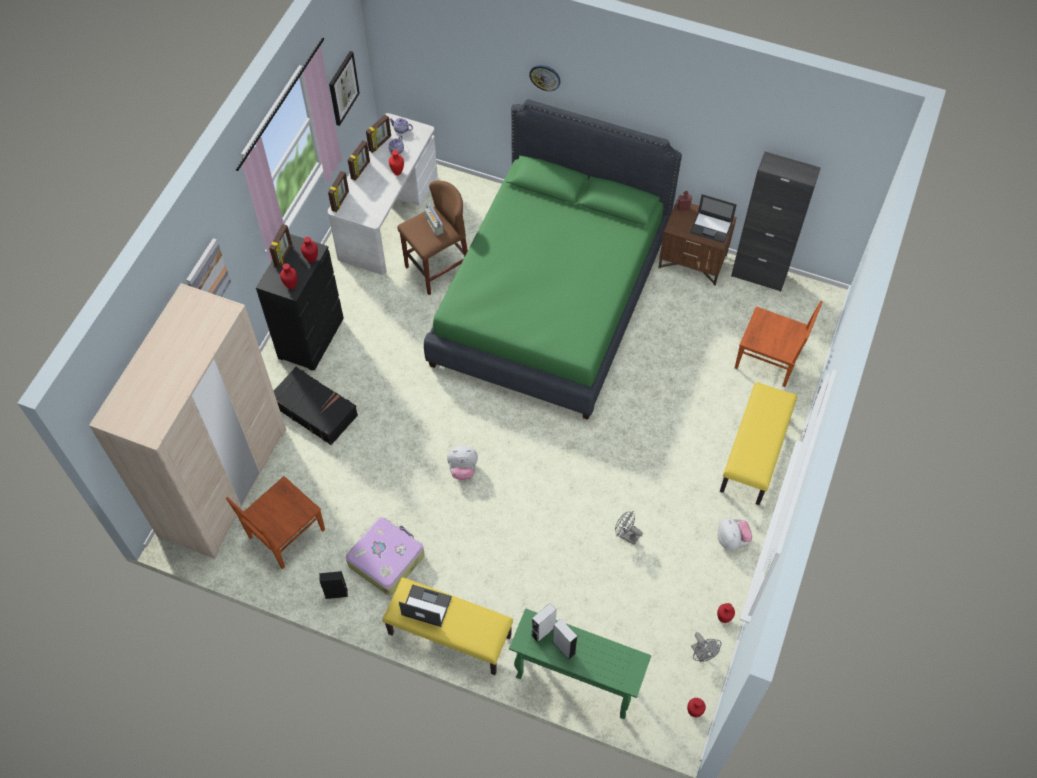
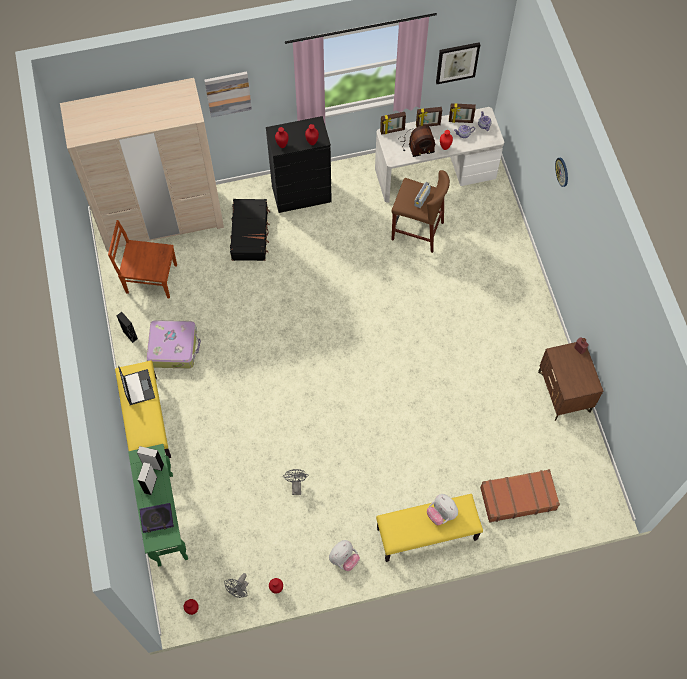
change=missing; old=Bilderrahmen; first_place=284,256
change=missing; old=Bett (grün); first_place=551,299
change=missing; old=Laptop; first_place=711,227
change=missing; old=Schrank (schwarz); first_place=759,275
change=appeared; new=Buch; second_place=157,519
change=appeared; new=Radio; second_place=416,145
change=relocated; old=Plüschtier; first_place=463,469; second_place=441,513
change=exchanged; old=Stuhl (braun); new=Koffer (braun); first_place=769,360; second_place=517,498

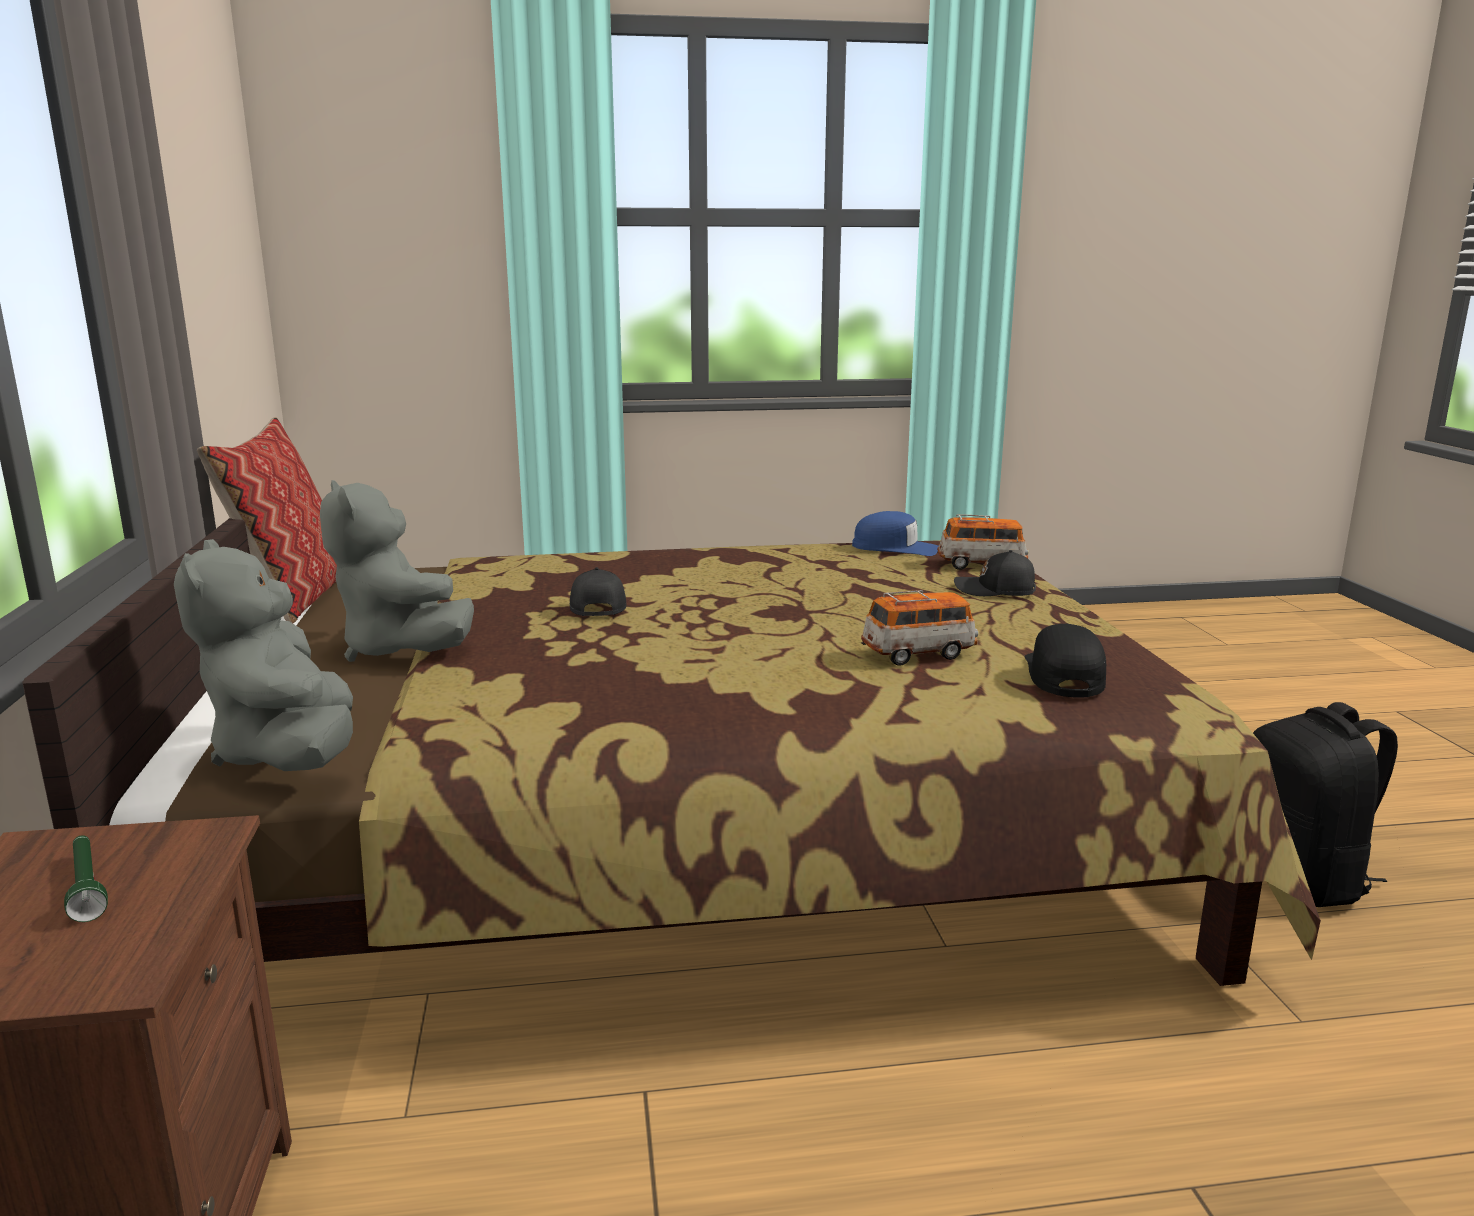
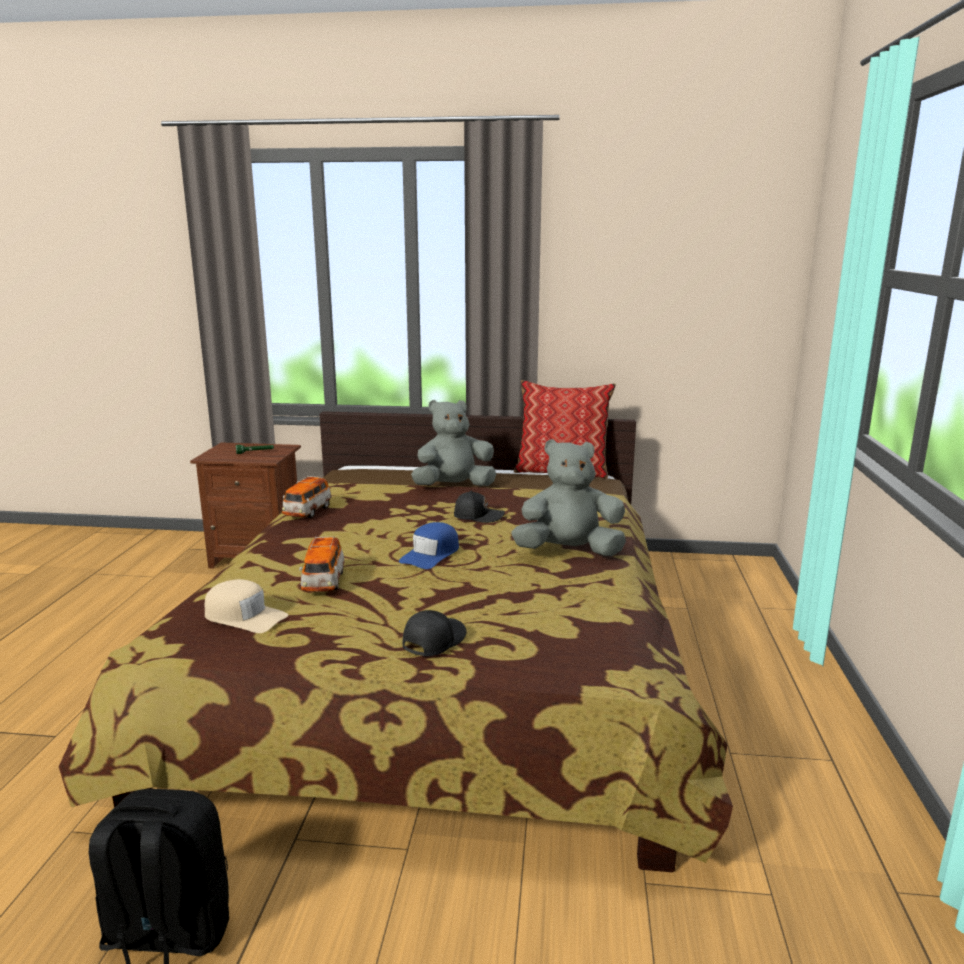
change=relocated; old=Plüschtier (grau); first_place=289,755; second_place=569,552
change=relocated; old=Kappe (blau); first_place=895,548; second_place=431,554
change=relocated; old=Spielzeugauto; first_place=981,565; second_place=307,512
change=colour; old=Kappe (schwarz); new=Kappe (beige); first_place=1063,675; second_place=244,617

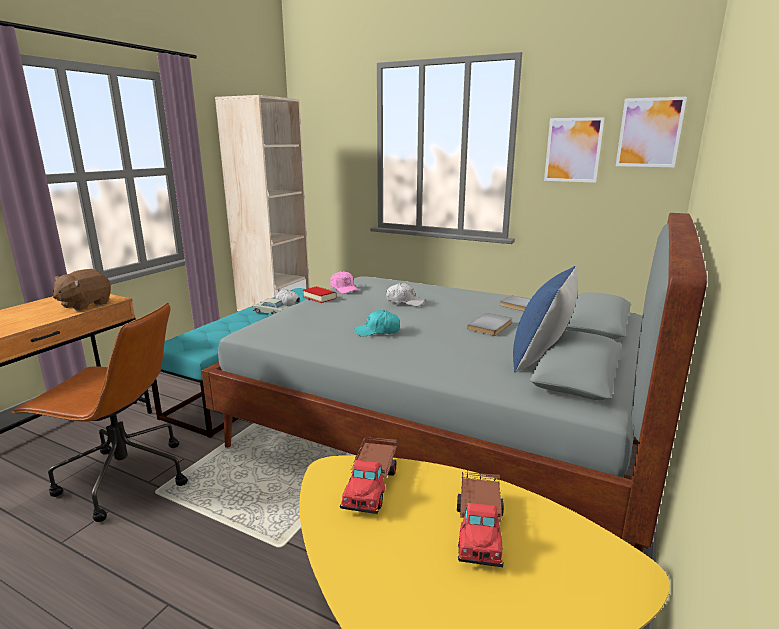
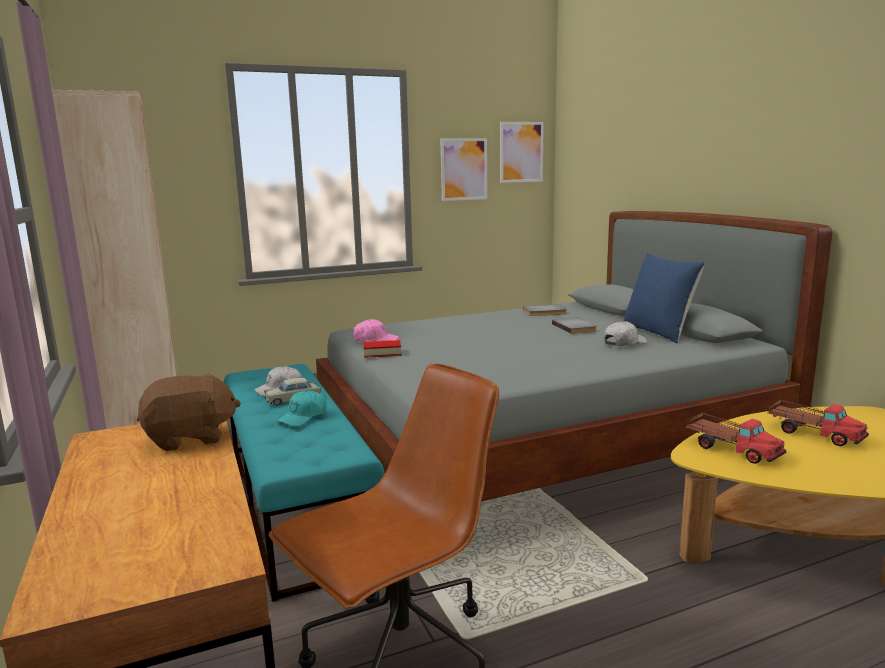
change=relocated; old=Kappe (türkis); first_place=377,331; second_place=303,417
change=relocated; old=Kappe (weiß); first_place=405,302; second_place=624,343
change=spun; old=Plüschtier (braun); first_place=85,305; second_place=190,438; degrees=-90

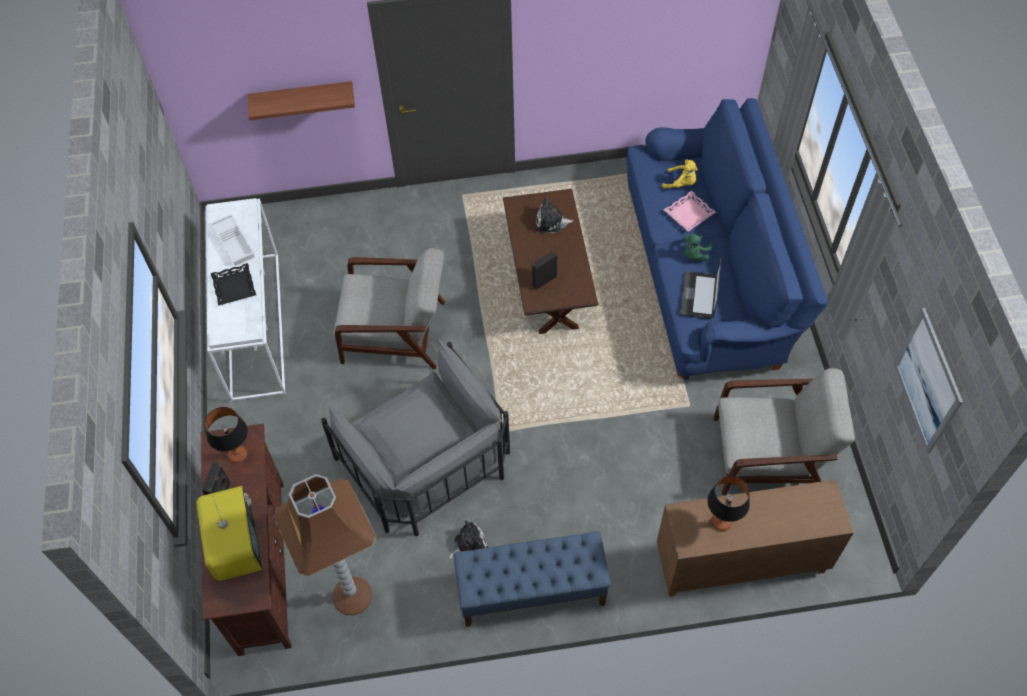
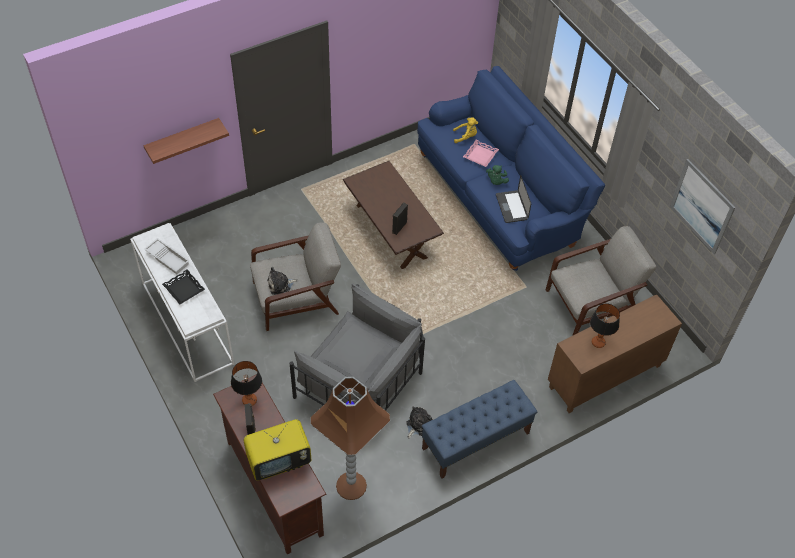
change=relocated; old=Plüschtier; first_place=551,222; second_place=280,285
change=spun; old=Fernseher; first_place=236,545; second_place=279,460; degrees=105

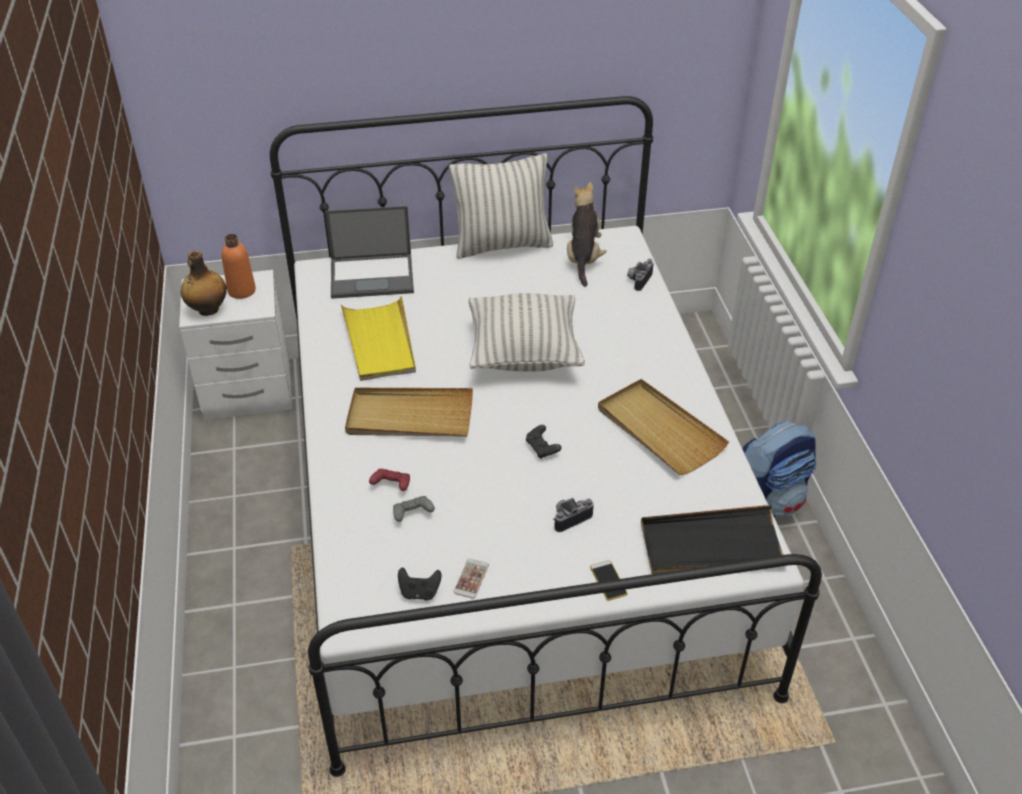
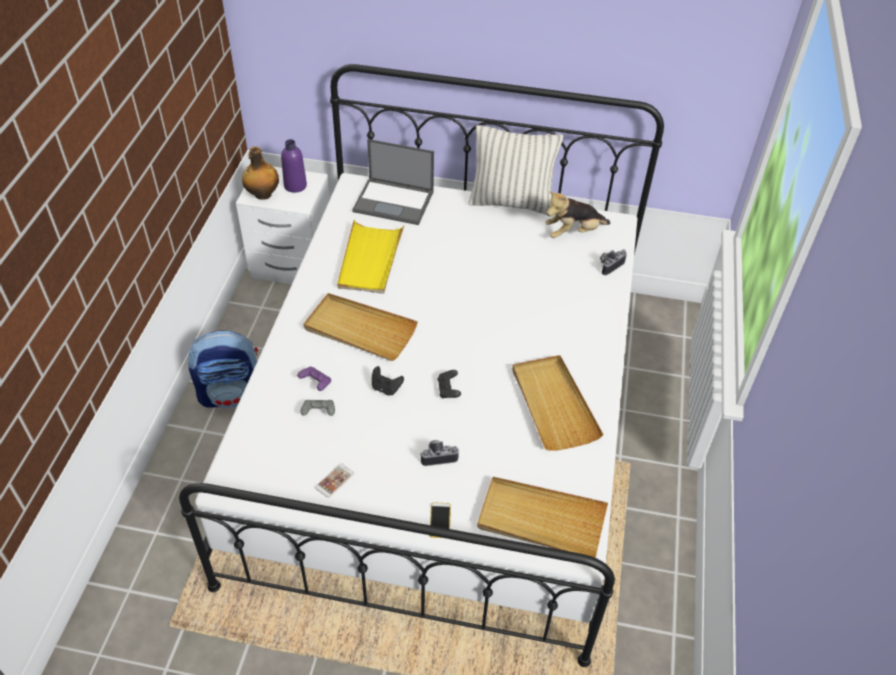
change=missing; old=Kissen; first_place=524,354
change=relocated; old=Gamepad (schwarz); first_place=419,592; second_place=386,388
change=relocated; old=Rucksack; first_place=768,503; second_place=232,395
change=colour; old=Flasche (orange); new=Flasche (lila); first_place=241,290; second_place=295,185
change=colour; old=Gamepad (rot); new=Gamepad (lila); first_place=391,485; second_place=316,383
change=colour; old=Tablett (schwarz); new=Tablett (beige); first_place=711,545; second_place=541,520
change=spun; old=Plüschtier; first_place=583,258; second_place=573,232; degrees=-135

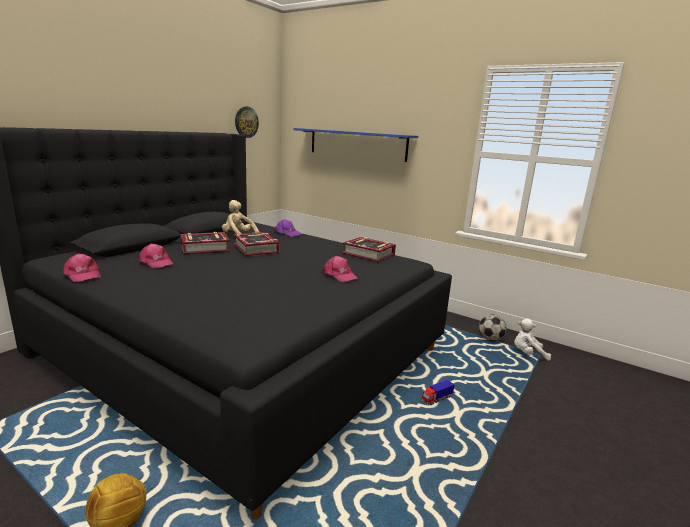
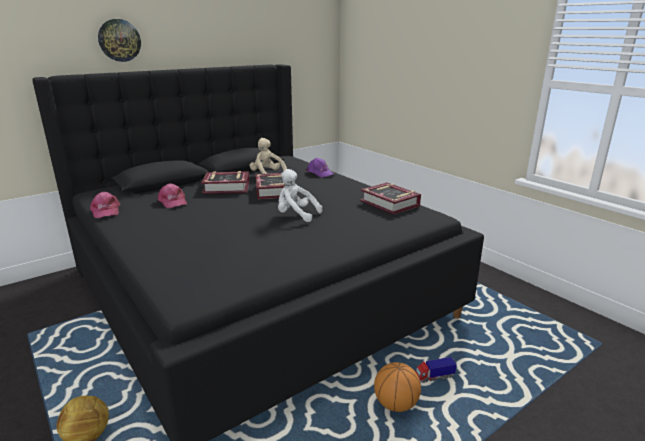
change=missing; old=Wandregal (blau); first_place=357,144
change=missing; old=Kappe (rosa); first_place=339,275
change=missing; old=Fußball; first_place=490,339
change=appeared; new=Basketball; second_place=395,404
change=relocated; old=Wanduhr; first_place=246,122; second_place=119,40
change=relocated; old=Plüschtier (weiß); first_place=527,354; second_place=296,215

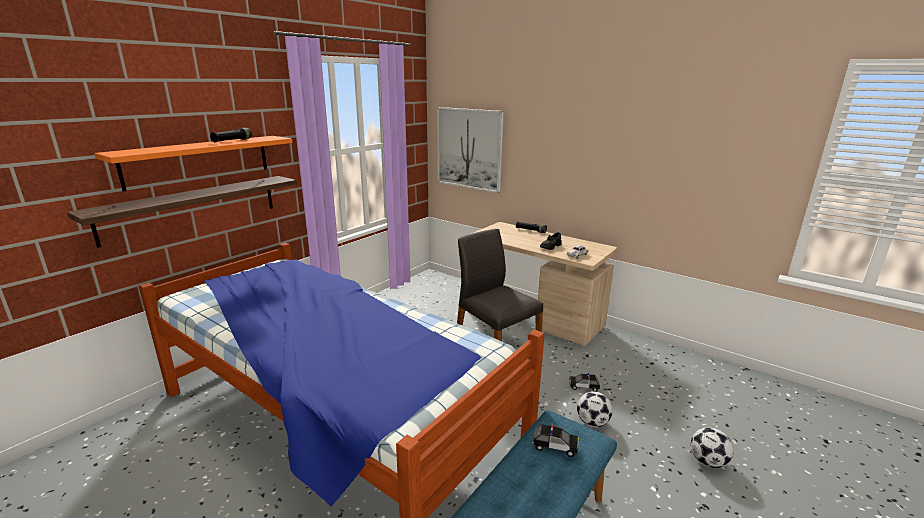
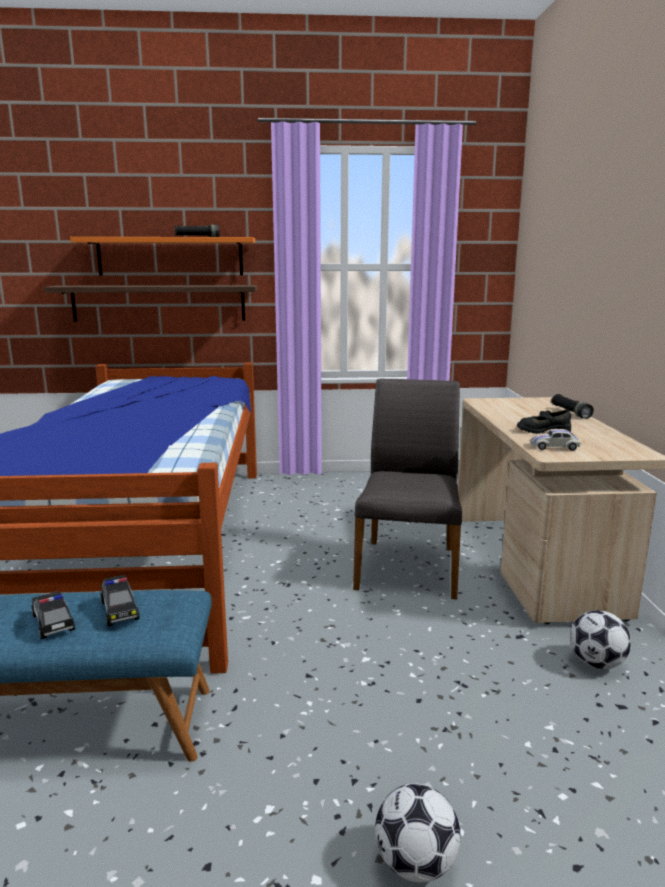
change=missing; old=Bild; first_place=469,149
change=relocated; old=Spielzeugauto; first_place=584,386; second_place=53,623
change=relocated; old=Fußball; first_place=592,422; second_place=596,663

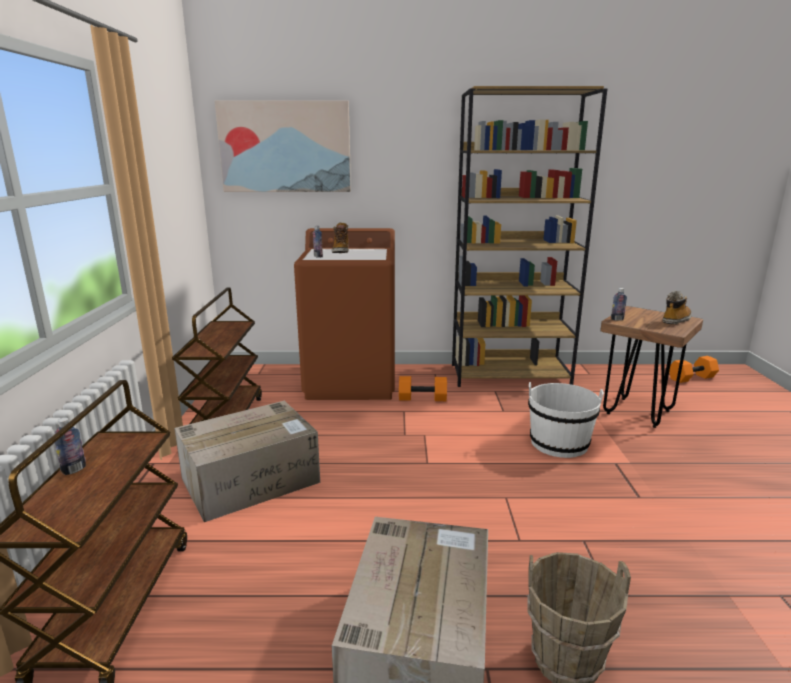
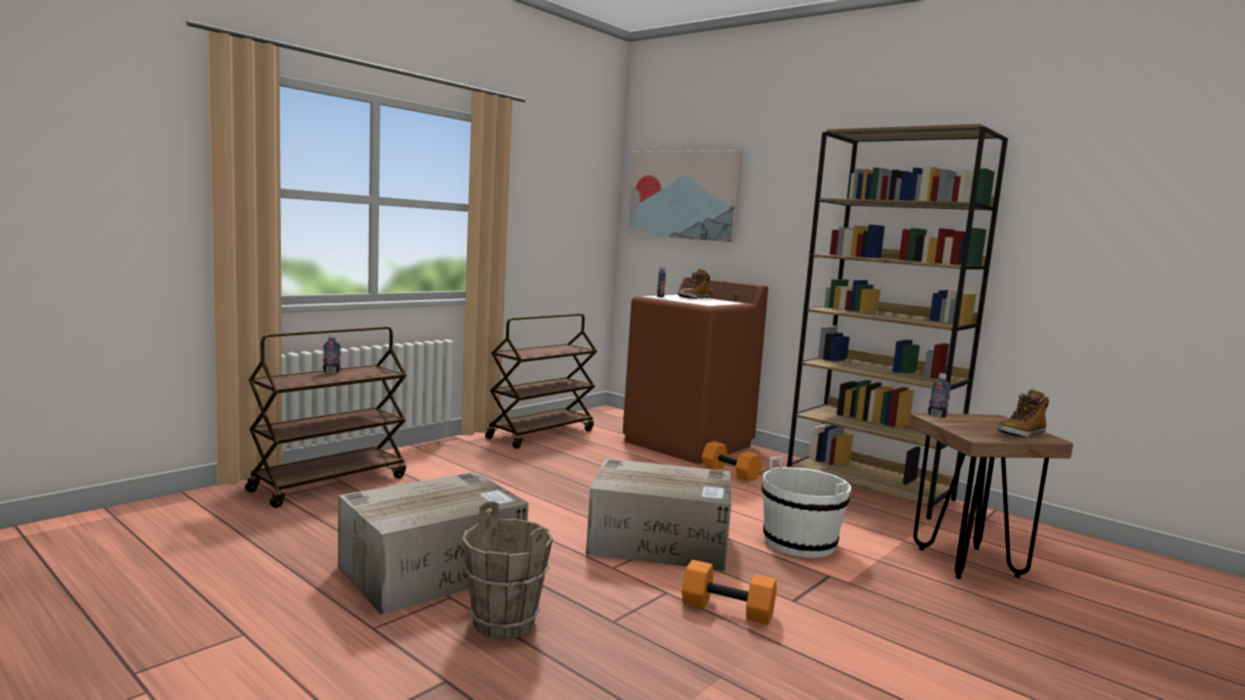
change=relocated; old=Karton; first_place=252,479; second_place=661,542
change=relocated; old=Hantel (orange); first_place=691,377; second_place=728,609
change=spun; old=Stiefel; first_place=676,320; second_place=1021,434; degrees=150

